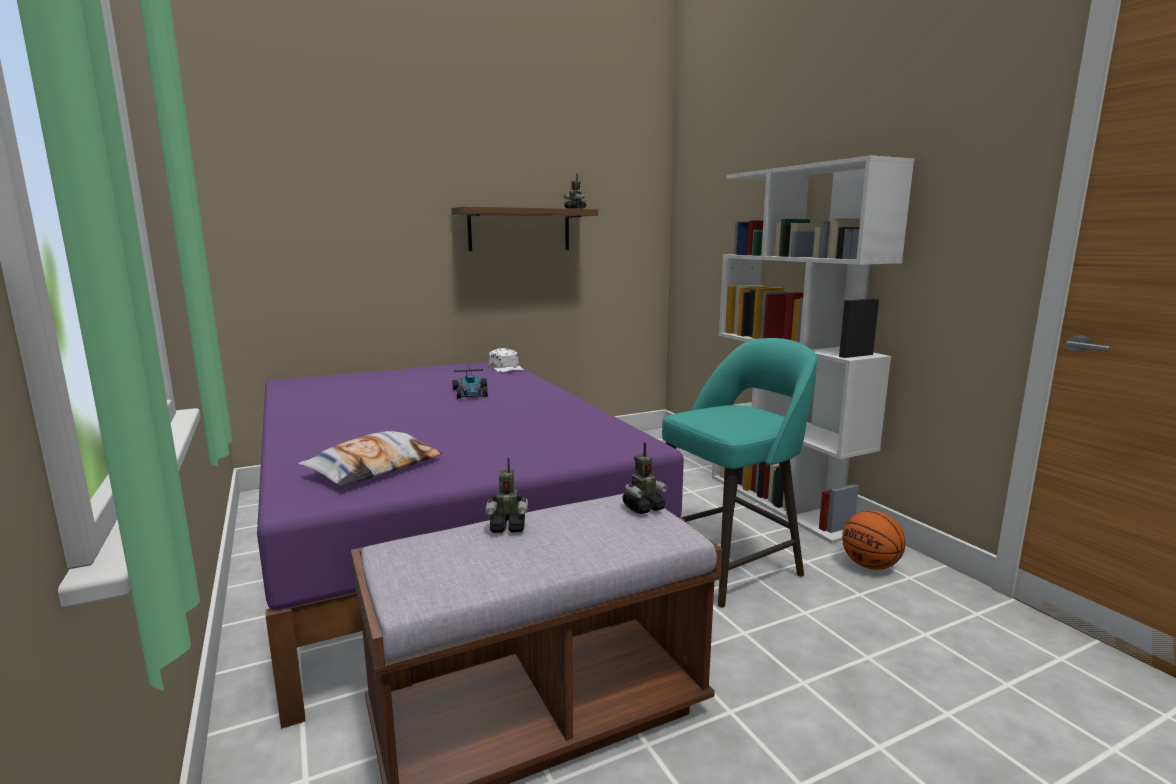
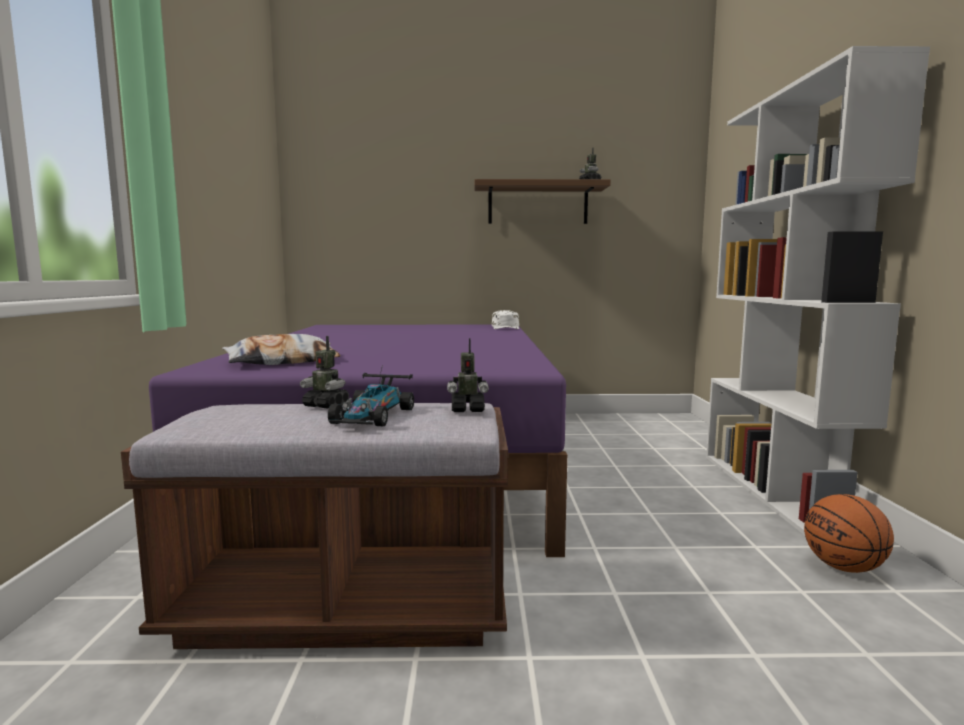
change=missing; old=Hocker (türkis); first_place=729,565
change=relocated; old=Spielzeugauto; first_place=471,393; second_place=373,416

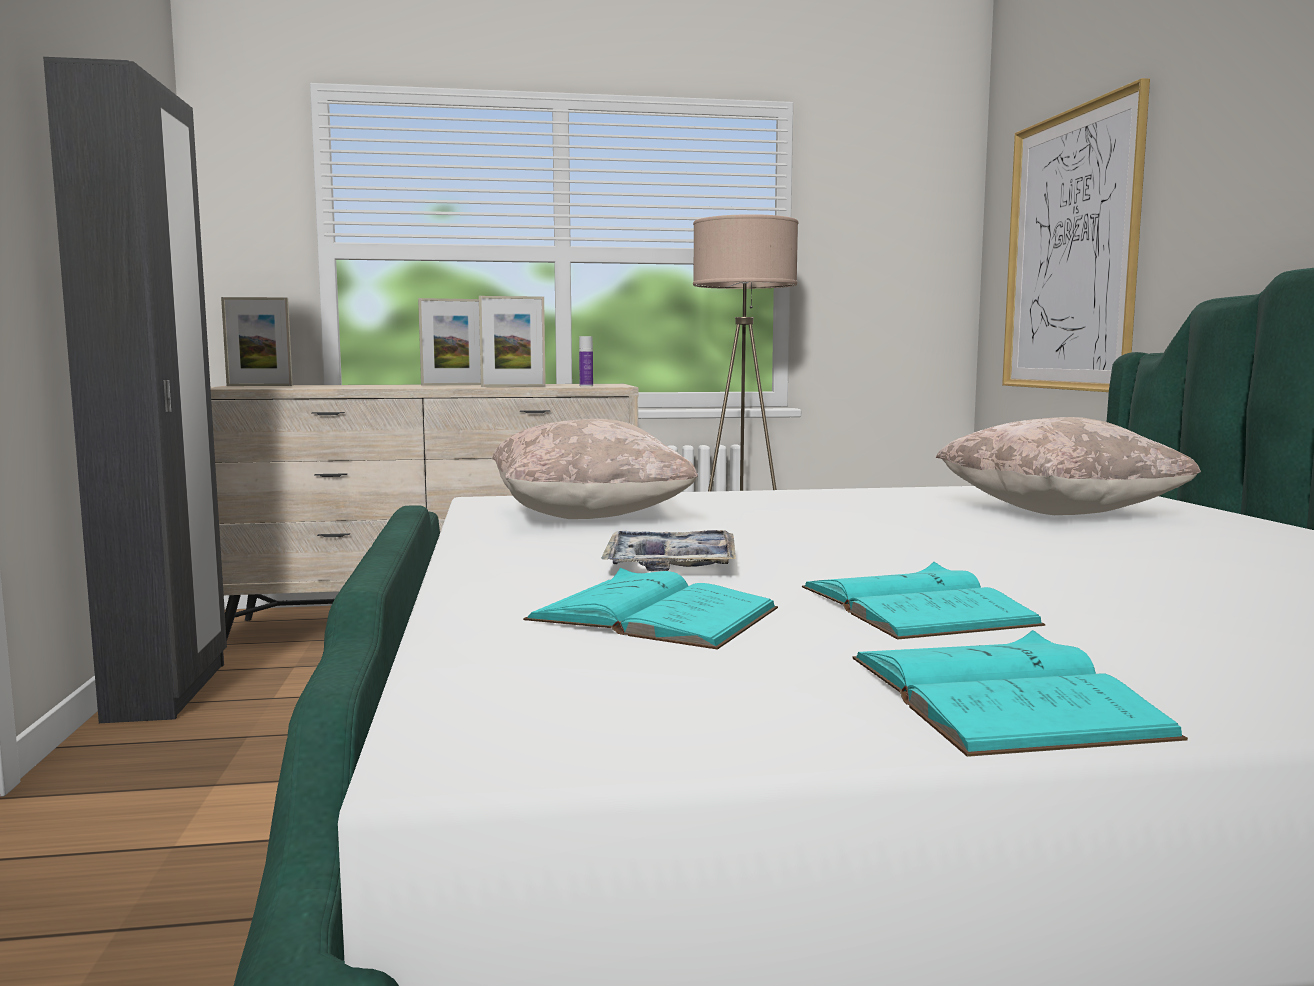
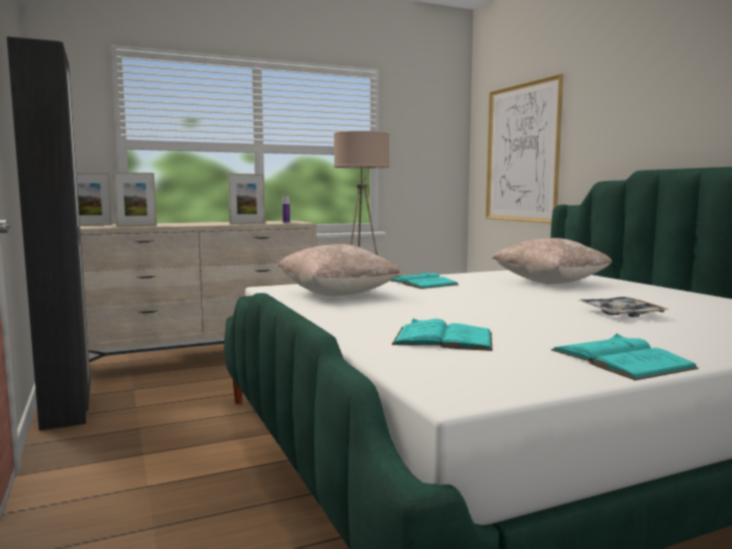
change=relocated; old=Bilderrahmen; first_place=452,385; second_place=136,226
change=relocated; old=Tablett; first_place=670,564; second_place=620,314
change=relocated; old=Buch (türkis); first_place=914,605; second_place=422,282

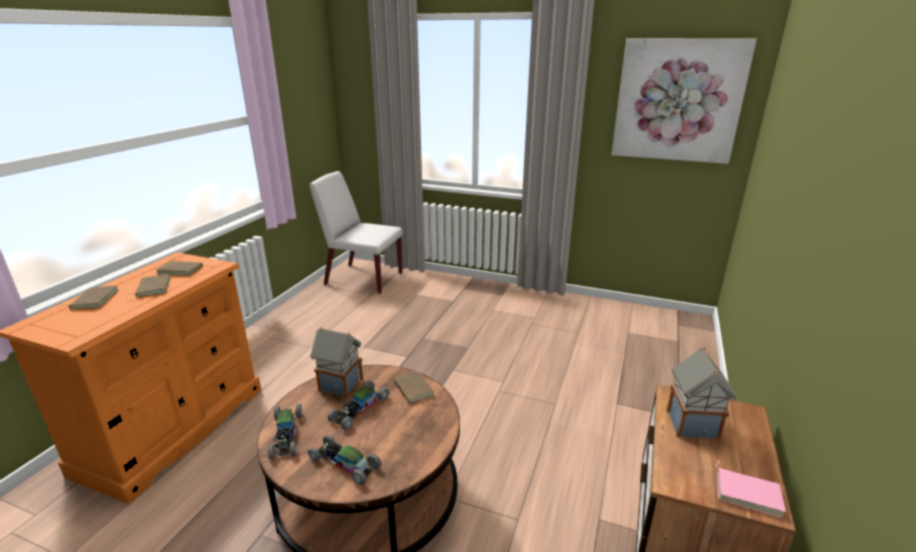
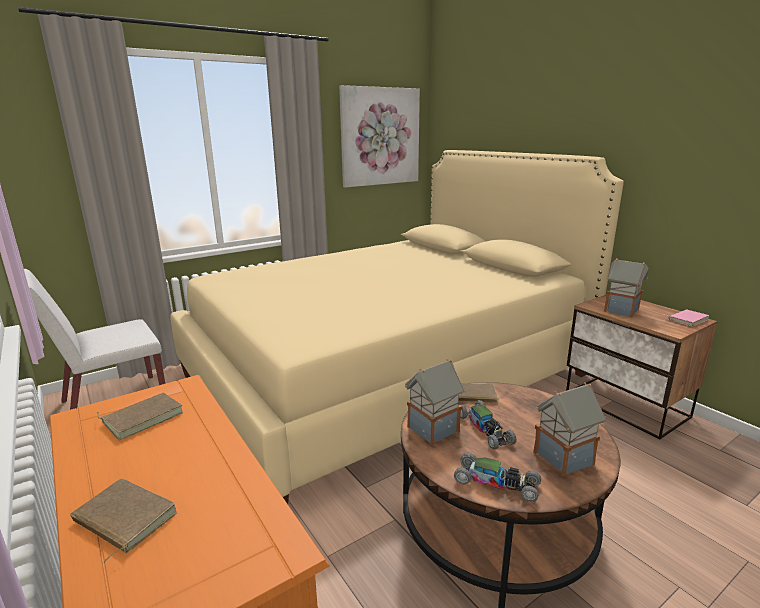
change=missing; old=Buch (braun); first_place=152,288
change=appeared; new=Bett (beige); second_place=386,374
change=exchanged; old=Spielzeugauto; new=Spielzeughaus; first_place=344,463; second_place=564,457

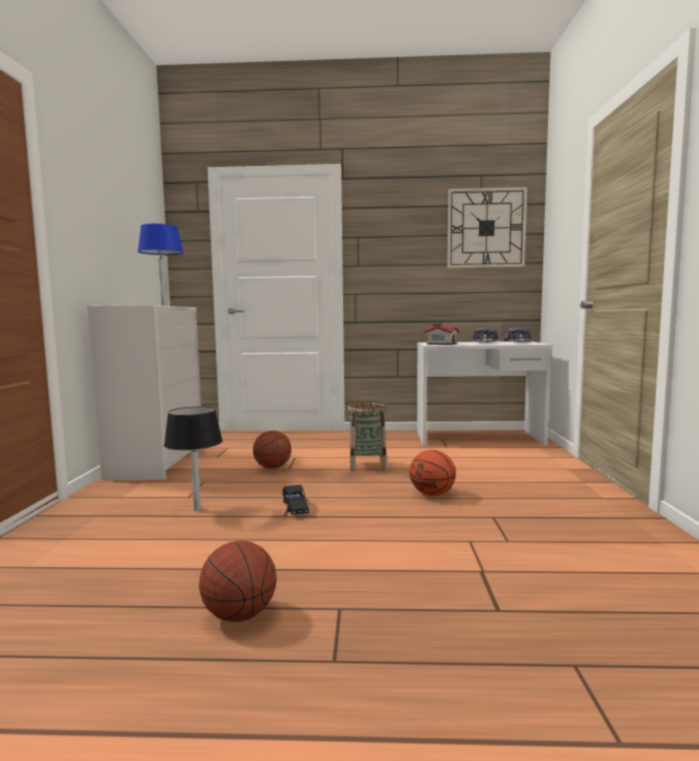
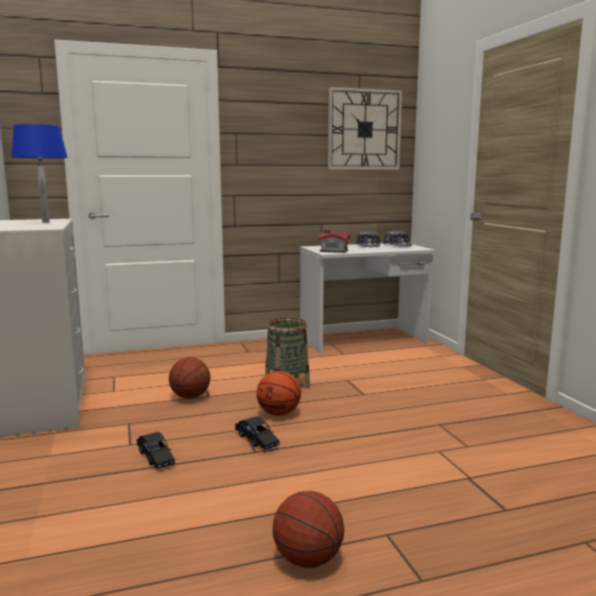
change=relocated; old=Basketball; first_place=432,494; second_place=279,413
change=exchanged; old=Tischlampe (schwarz); new=Spielzeugauto (schwarz); first_place=197,509; second_place=155,457

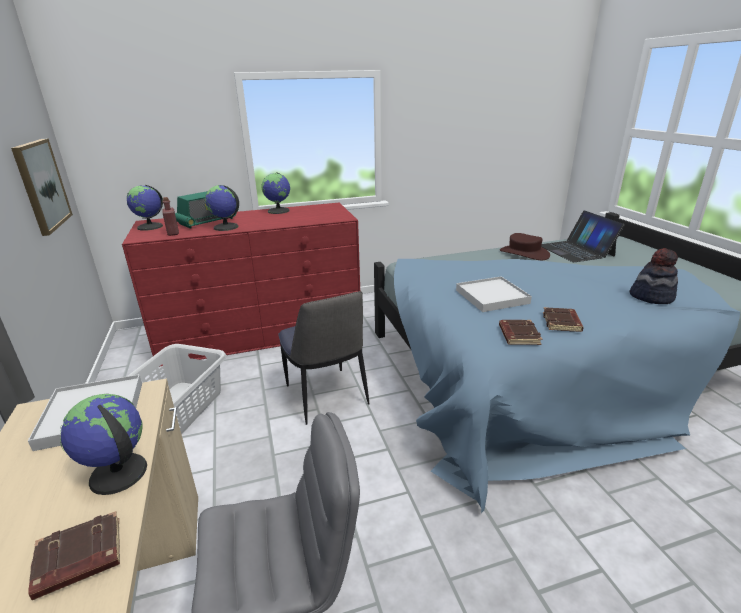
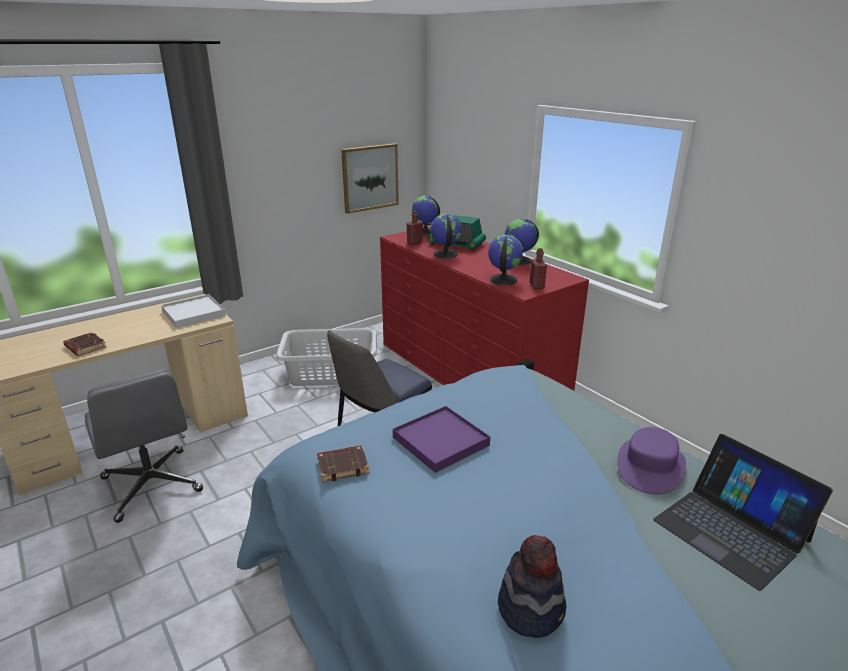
change=missing; old=Buch (braun); first_place=562,323
change=appeared; new=Flasche (rot); second_place=536,286
change=relocated; old=Globus; first_place=117,474; second_place=503,280
change=colour; old=Tablett (weiß); new=Tablett (lila); first_place=491,297; second_place=440,441
change=colour; old=Hut (braun); new=Hut (lila); first_place=524,253; second_place=650,466
change=spun; old=Laptop; first_place=576,250; second_place=731,530; degrees=-90

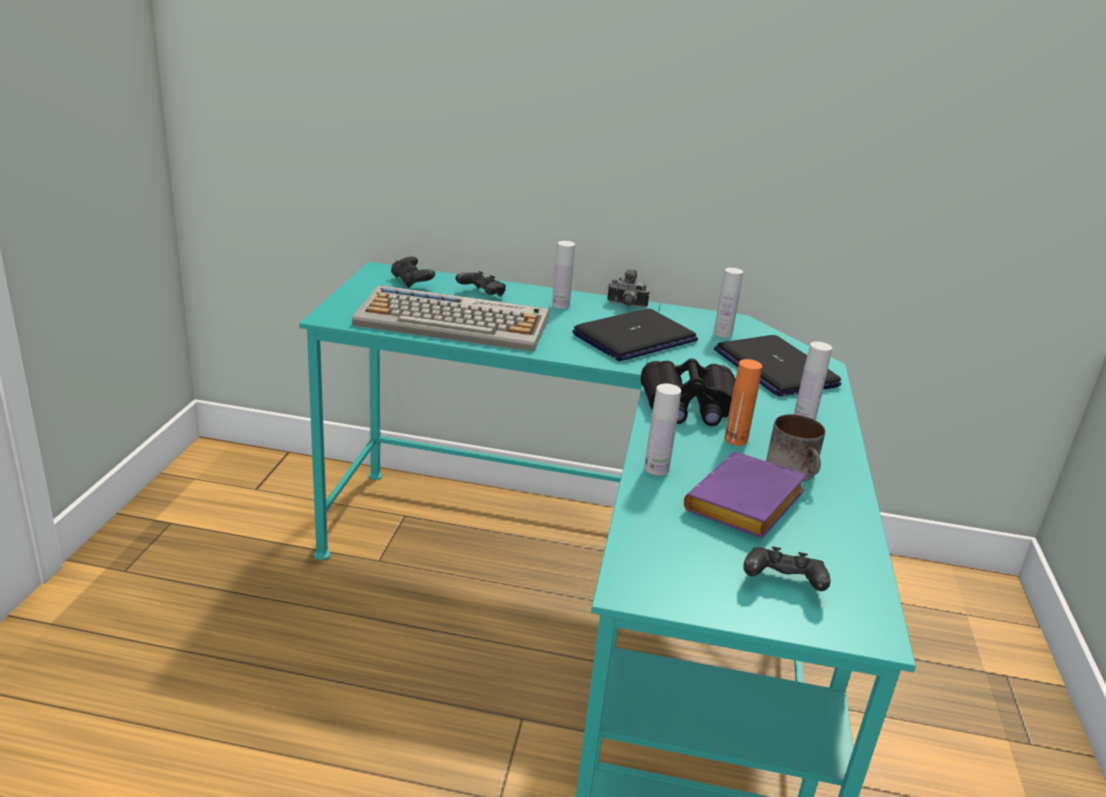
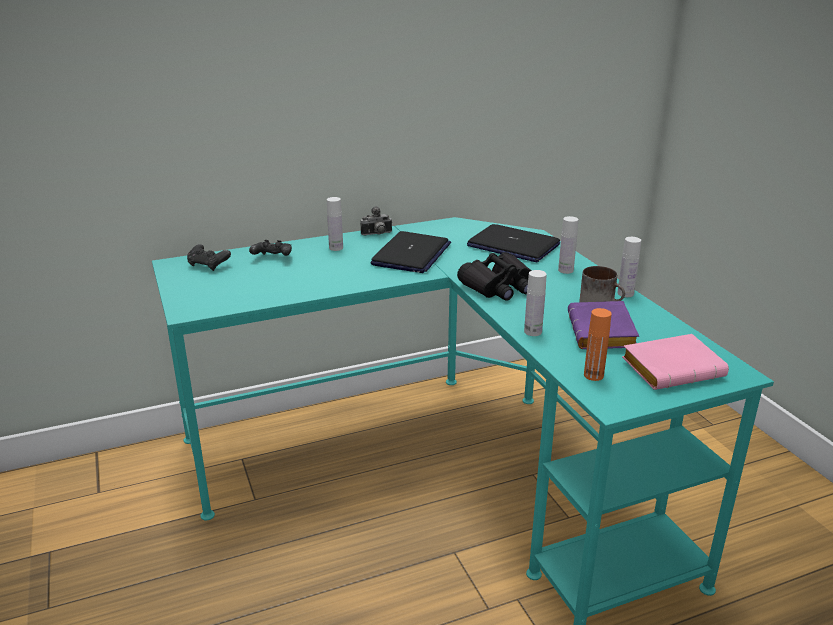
change=missing; old=Tastatur; first_place=455,322
change=relocated; old=Flasche (weiß); first_place=722,333; second_place=625,293
change=relocated; old=Flasche (orange); first_place=735,439; second_place=593,375
change=exchanged; old=Gamepad (schwarz); new=Buch (rosa); first_place=782,584; second_place=673,368

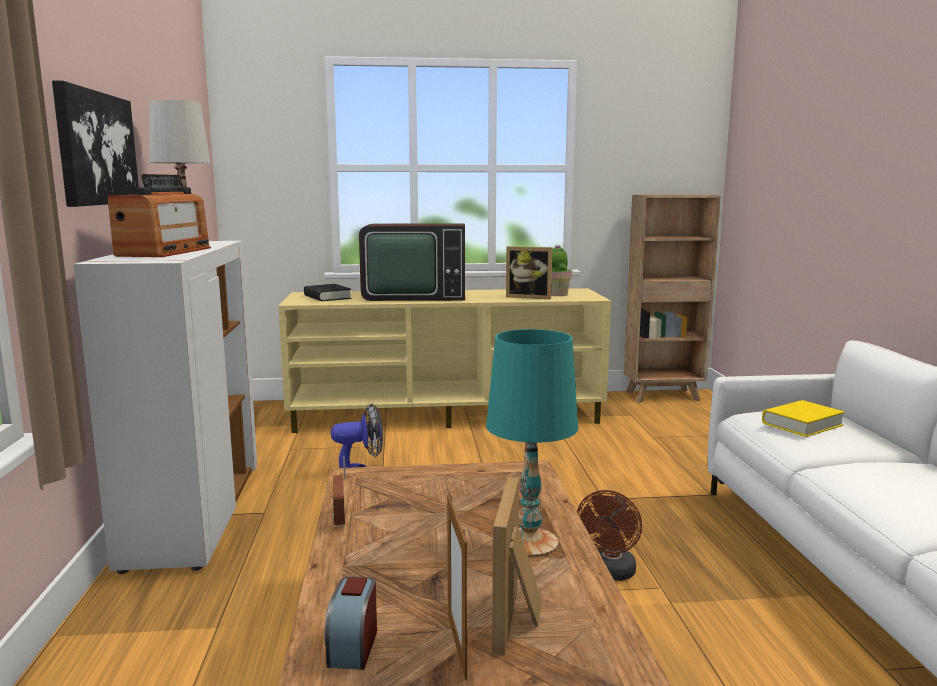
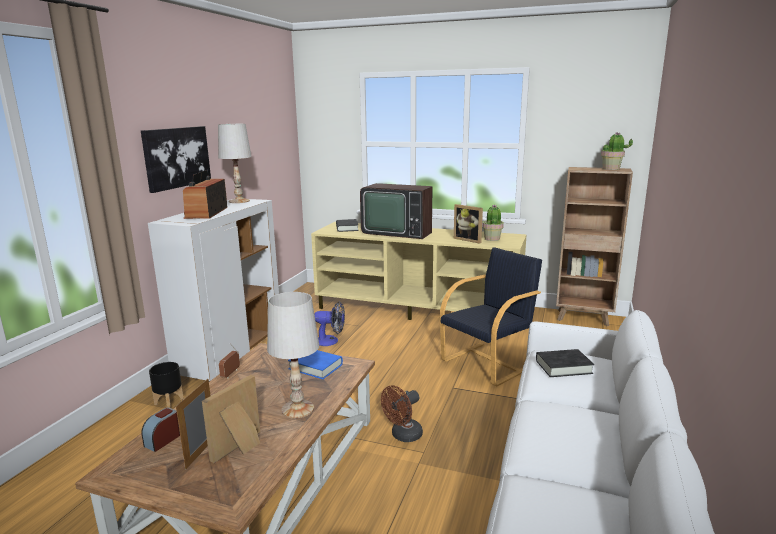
change=appeared; new=Pflanzkübel (schwarz); second_place=168,401
change=appeared; new=Buch (blau); second_place=315,367
change=appeared; new=Sessel (schwarz); second_place=488,363
change=appeared; new=Topfpflanze; second_place=611,168
change=colour; old=Tischlampe (türkis); new=Tischlampe (weiß); first_place=528,542; second_place=298,408
change=colour; old=Buch (gelb); new=Buch (schwarz); first_place=802,424; second_place=563,367
change=spun; old=Radio; first_place=165,252; second_place=207,213; degrees=150

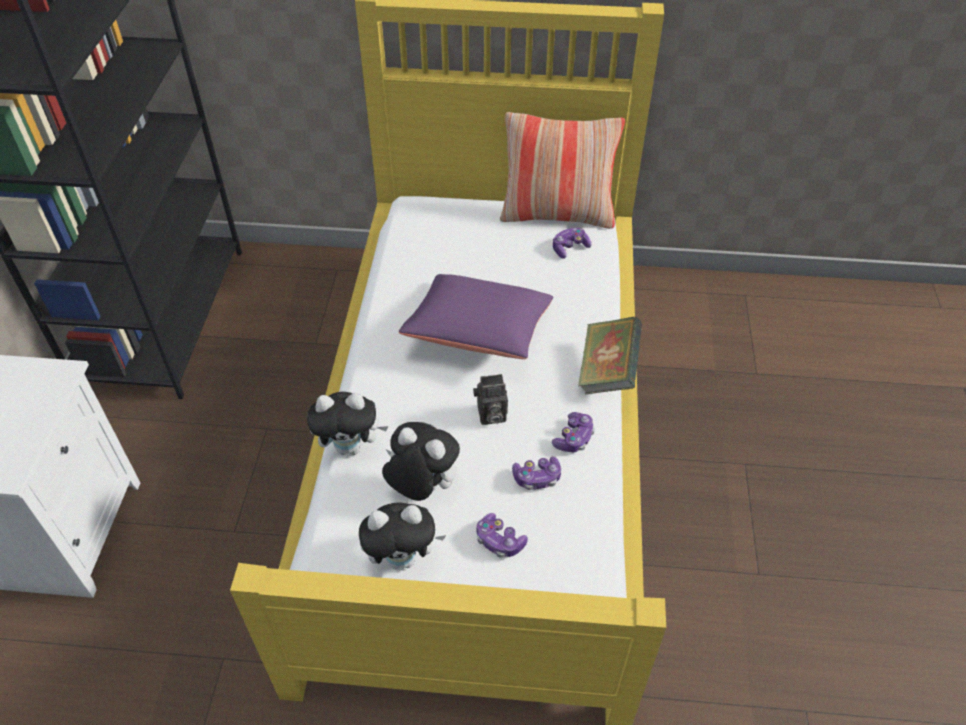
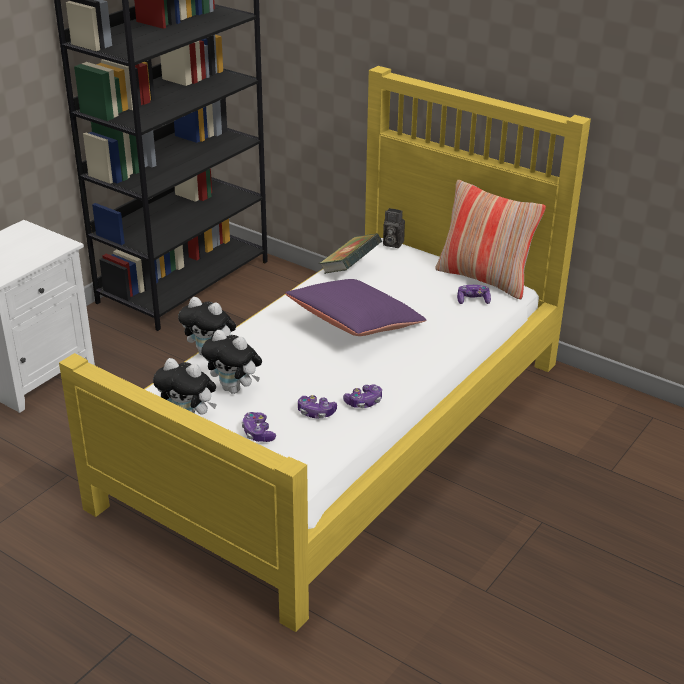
change=relocated; old=Kamera; first_place=490,415; second_place=391,243
change=relocated; old=Buch; first_place=607,372; second_place=350,269
change=spun; old=Plüschtier; first_place=421,487; second_place=234,389; degrees=150

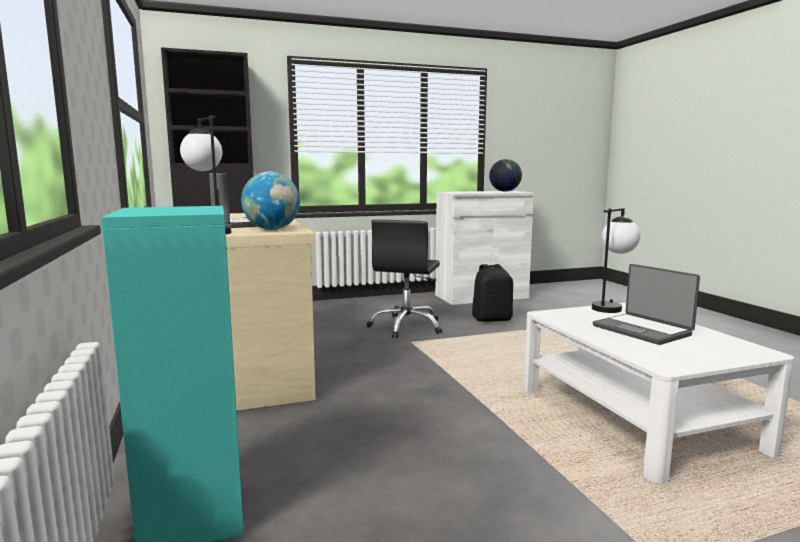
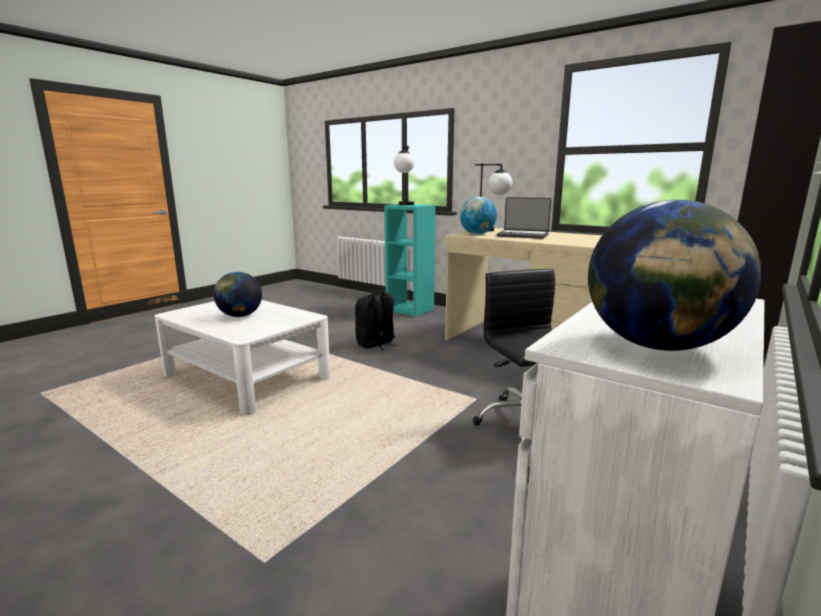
change=relocated; old=Rucksack (schwarz); first_place=492,319; second_place=376,344
change=relocated; old=Tischlampe; first_place=611,307; second_place=405,205
change=exchanged; old=Laptop; new=Globus; first_place=642,330; second_place=240,316

